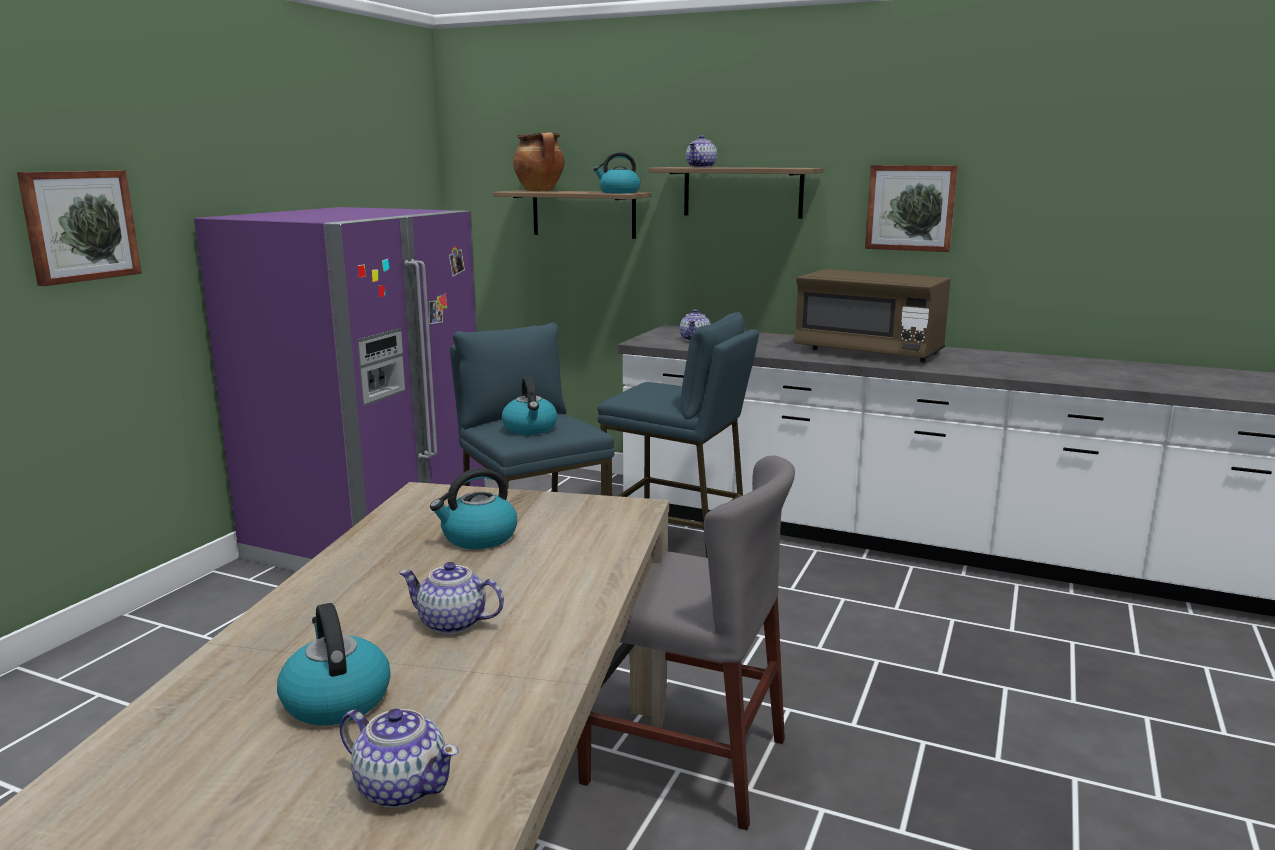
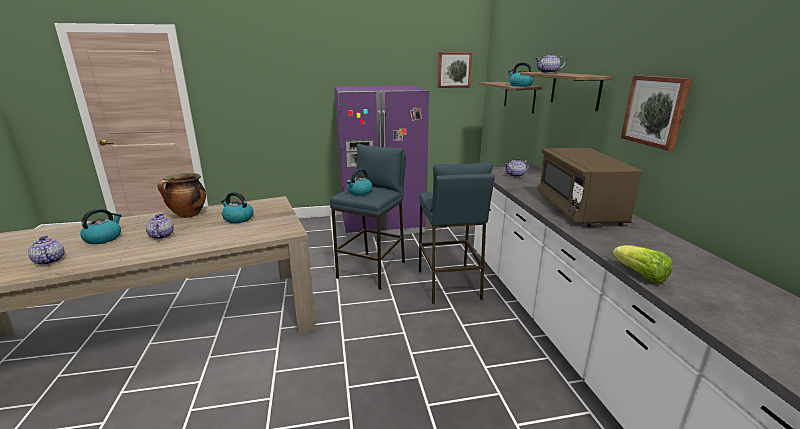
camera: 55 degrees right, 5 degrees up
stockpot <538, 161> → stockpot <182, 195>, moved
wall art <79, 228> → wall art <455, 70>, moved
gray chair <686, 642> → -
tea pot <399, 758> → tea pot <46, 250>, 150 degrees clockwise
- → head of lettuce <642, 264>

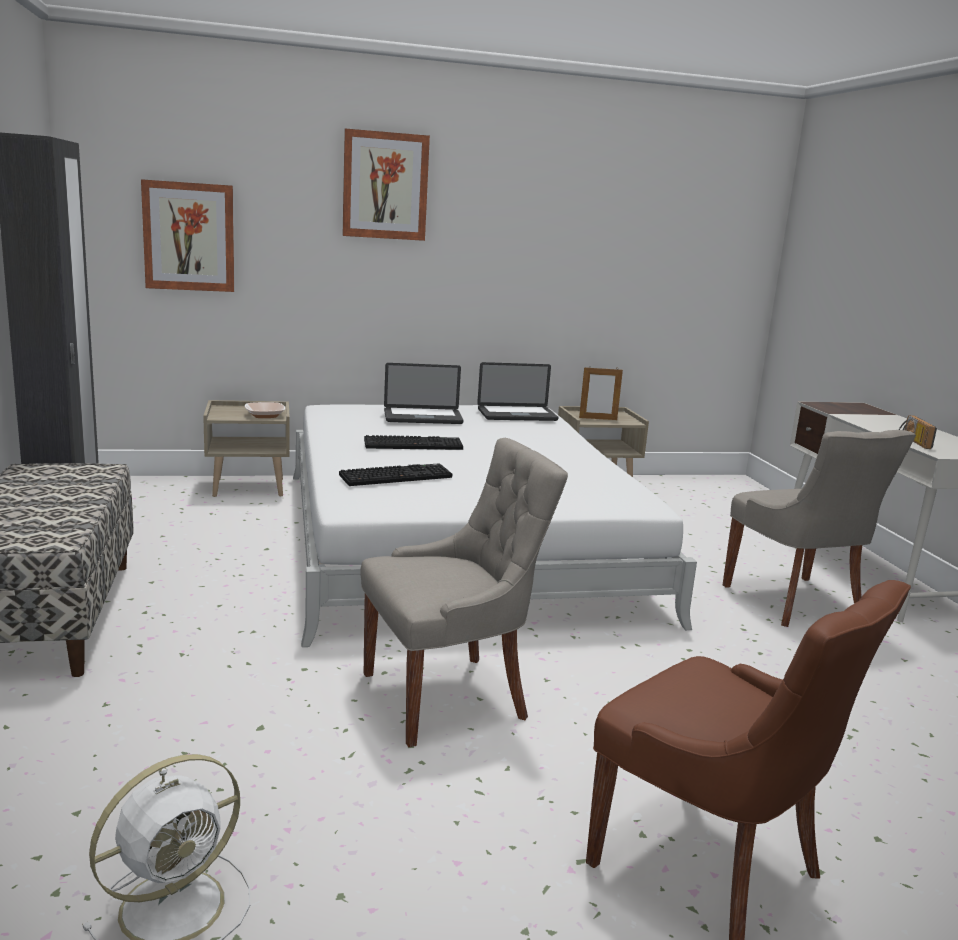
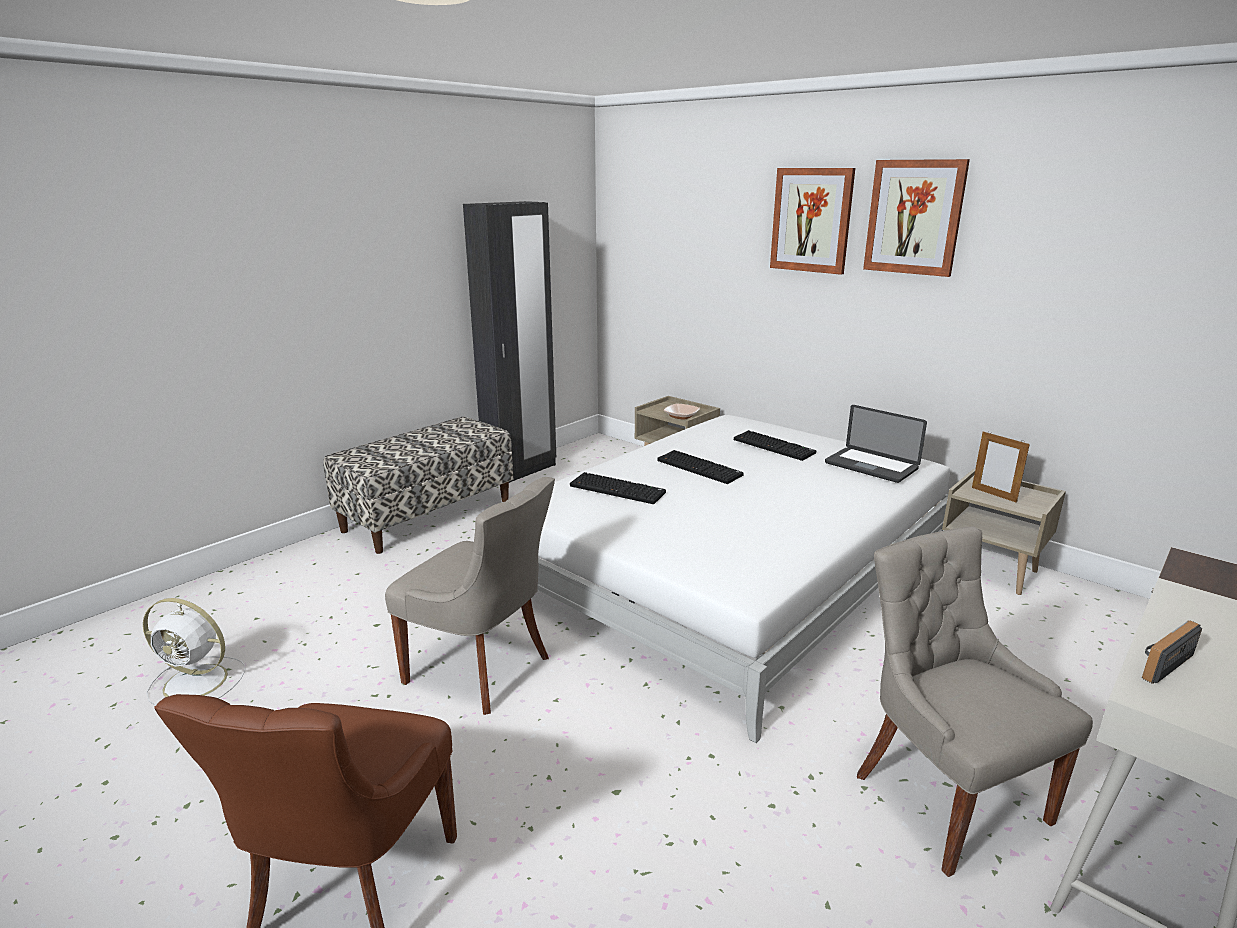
camera: 55 degrees right, 5 degrees up
wall art <187, 235> → wall art <916, 218>, moved
notebook computer <424, 393> → computer keyboard <775, 445>
gray chair <819, 528> → gray chair <975, 701>, 120 degrees clockwise

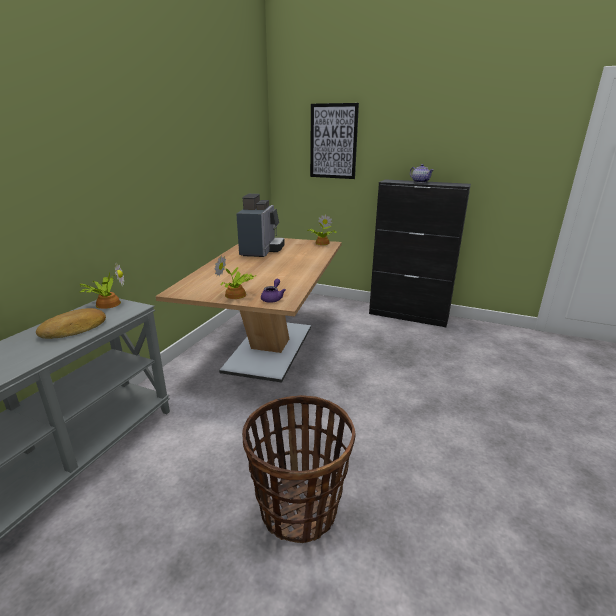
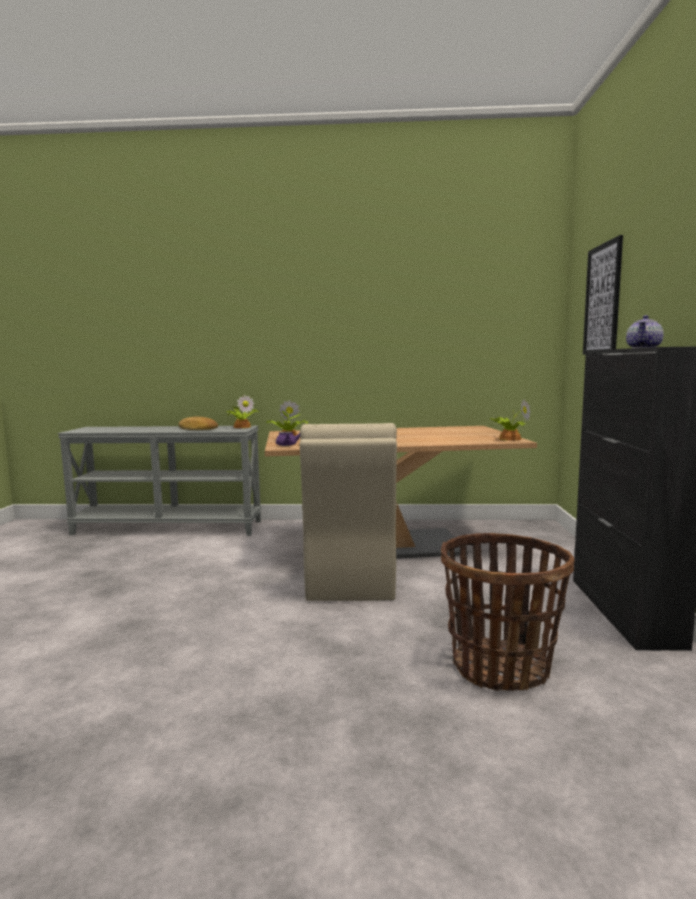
camera: 70 degrees right, 15 degrees down
coffee machine <260, 225> → -
basket <299, 469> → basket <507, 612>, moved
- → beige chair <348, 512>

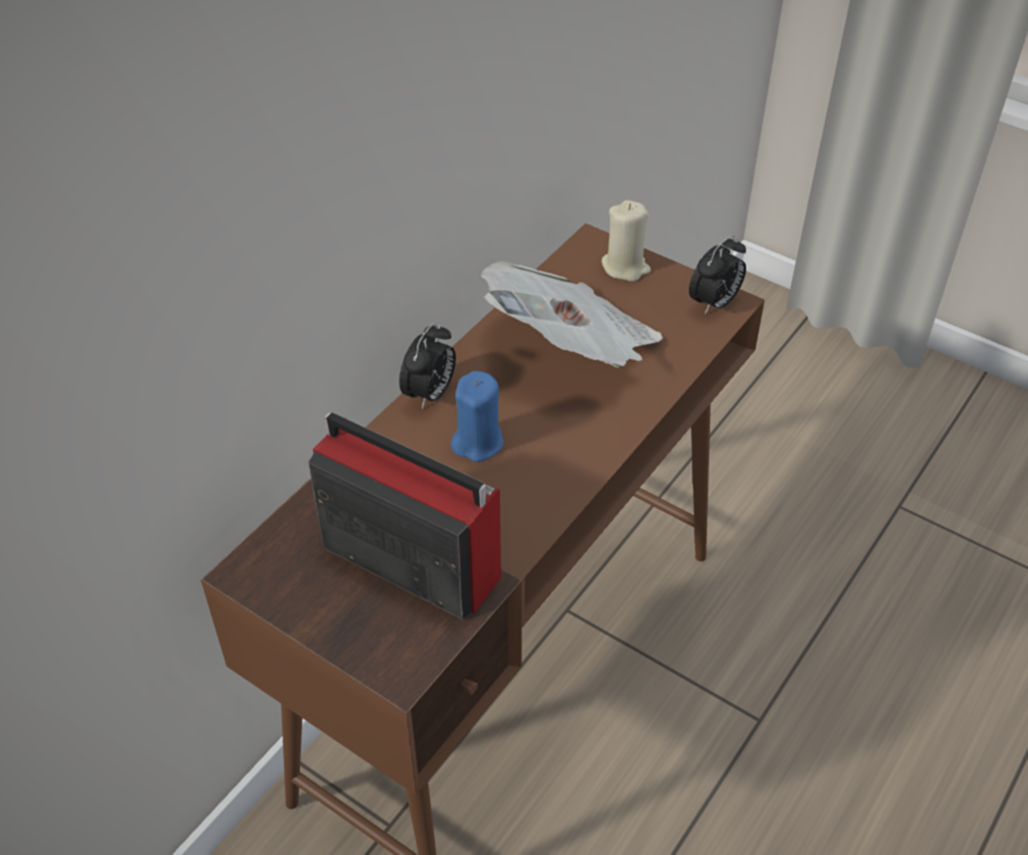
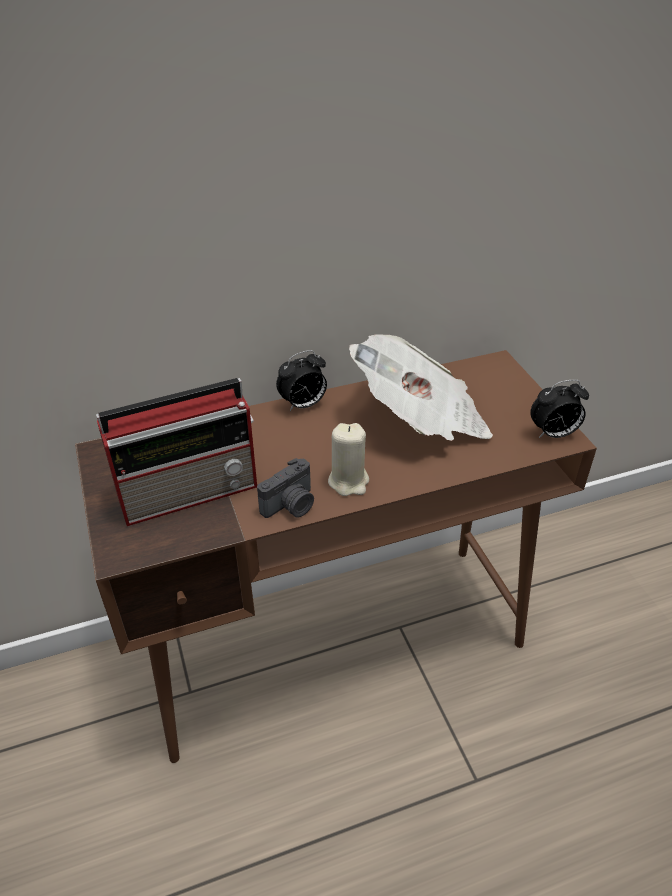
camera: 35 degrees right, 5 degrees down
beige candle <626, 240> → beige candle <348, 459>, moved
blue-coloured candle <477, 416> → -
radio receiver <404, 516> → radio receiver <176, 452>, 90 degrees clockwise
- → still camera <285, 488>

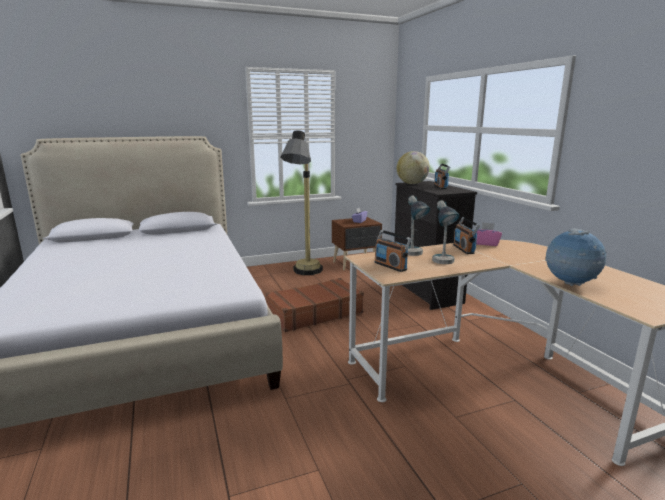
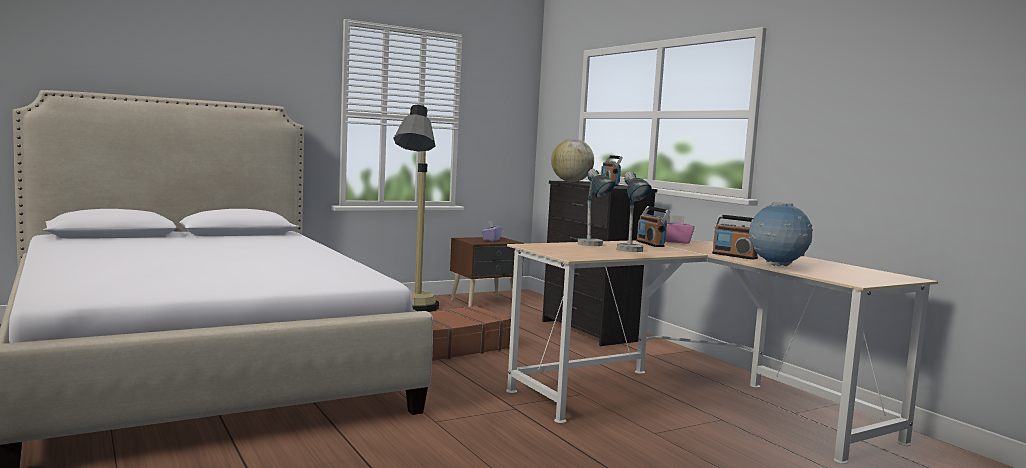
camera: 10 degrees left, 10 degrees down
radio receiver <393, 251> → radio receiver <735, 237>, moved

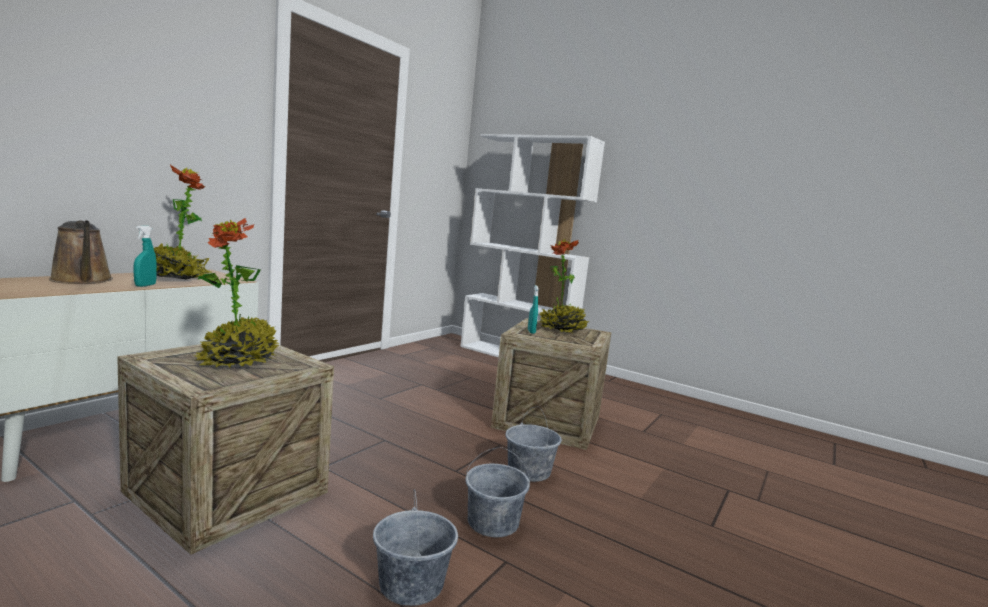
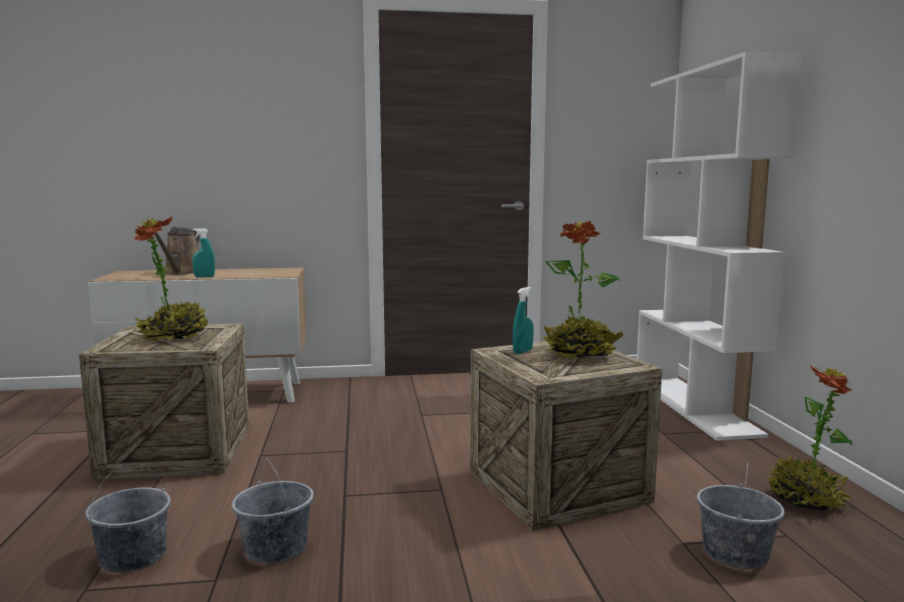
camera: 50 degrees right, 0 degrees up
potted plant <182, 222> → potted plant <810, 438>, moved
gray water bucket <533, 444> → gray water bucket <740, 515>, moved

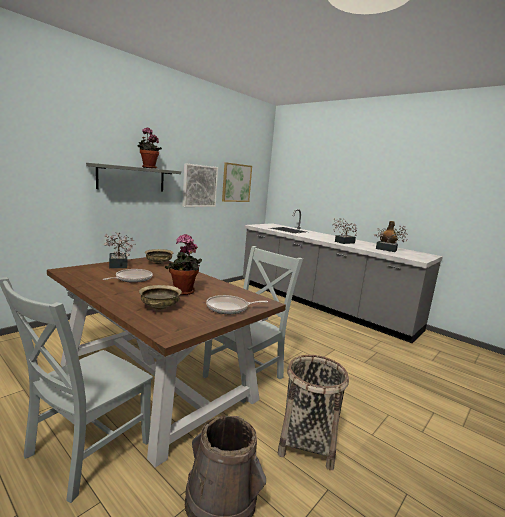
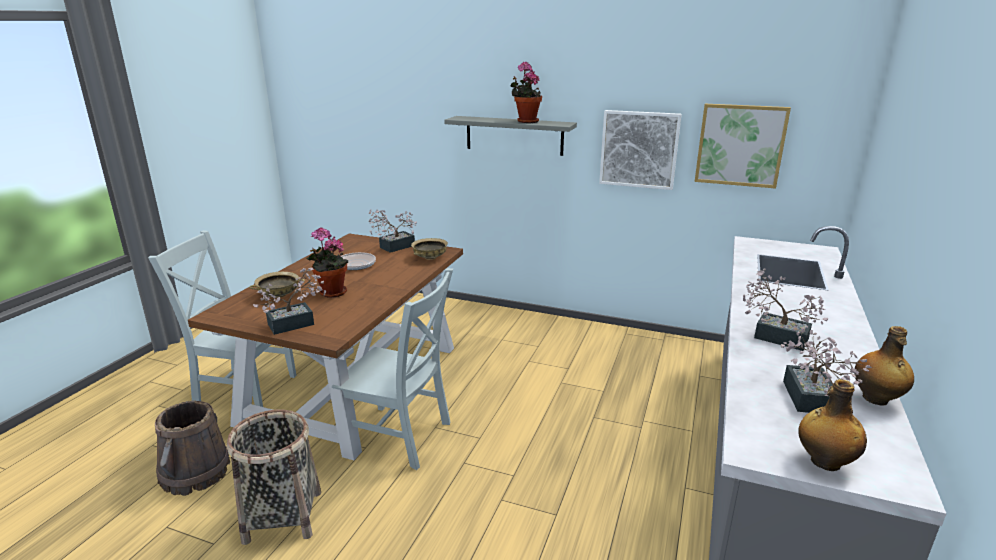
camera: 70 degrees right, 10 degrees up
frying pan <237, 304> → potted plant <289, 301>
- → beverage bottle <832, 425>

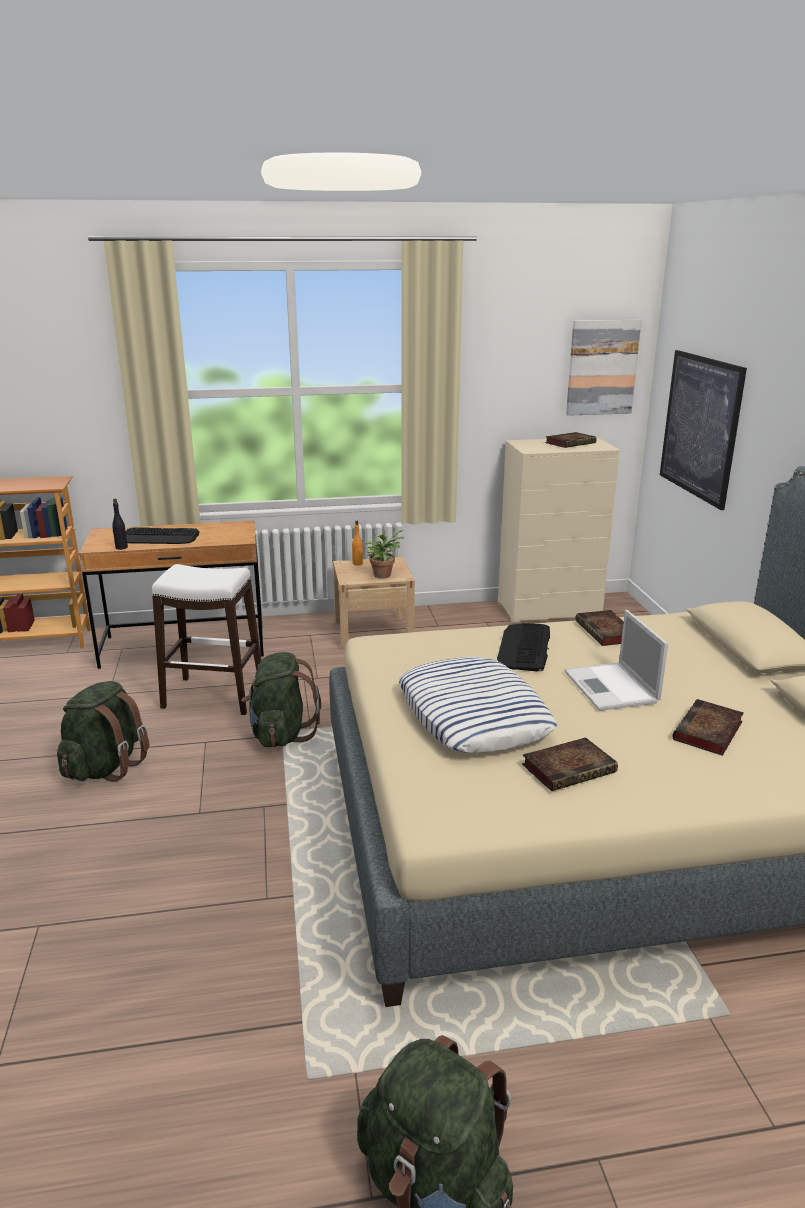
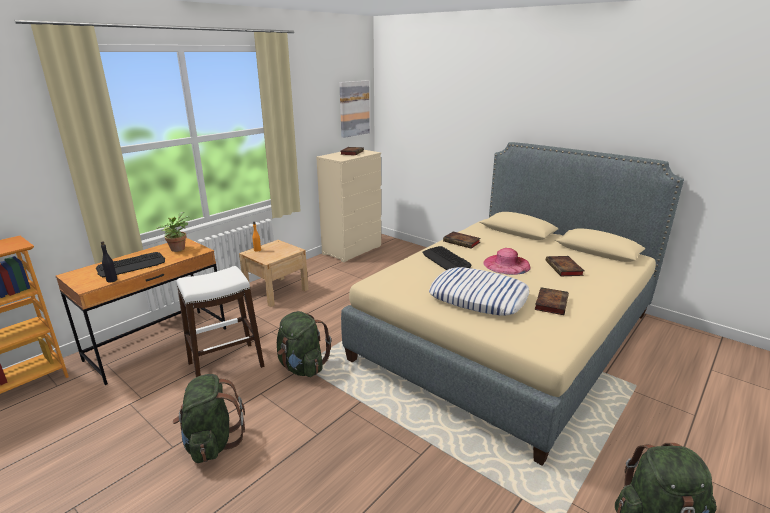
camera: 40 degrees left, 0 degrees up
wall art <703, 430> → -
potted plant <384, 554> → potted plant <172, 232>, moved
notebook computer <616, 660> → pink wearable hat <506, 261>

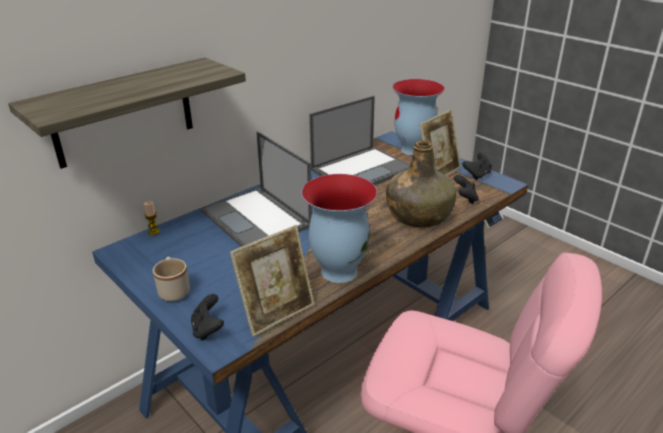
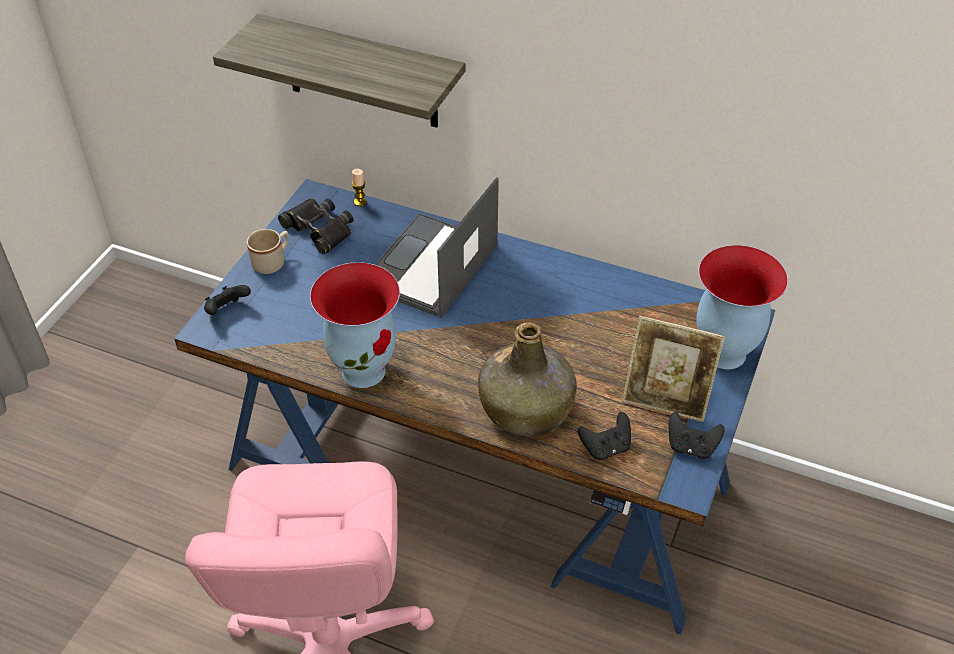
camera: 65 degrees right, 15 degrees up
notebook computer <359, 140> → -
photo frame <272, 281> → -
- → black pair of binoculars <315, 226>

